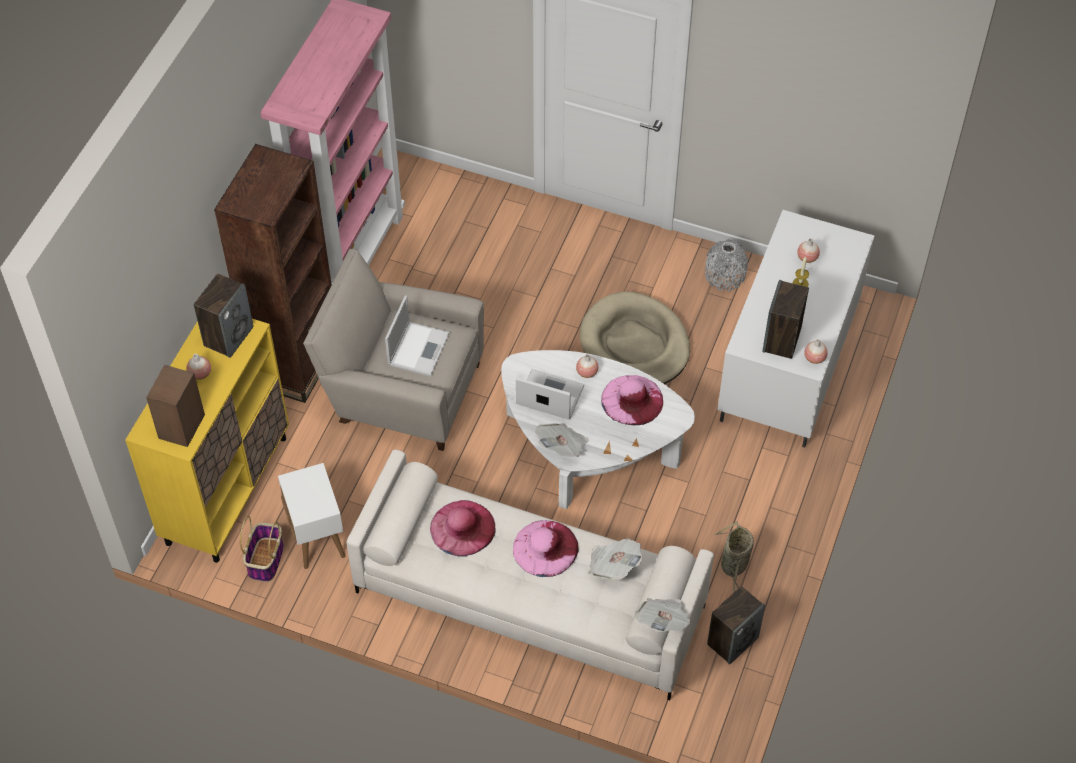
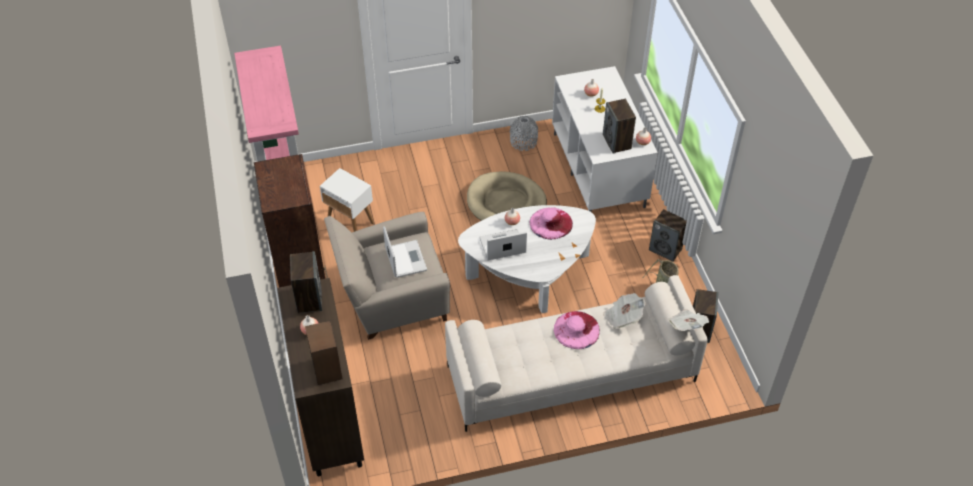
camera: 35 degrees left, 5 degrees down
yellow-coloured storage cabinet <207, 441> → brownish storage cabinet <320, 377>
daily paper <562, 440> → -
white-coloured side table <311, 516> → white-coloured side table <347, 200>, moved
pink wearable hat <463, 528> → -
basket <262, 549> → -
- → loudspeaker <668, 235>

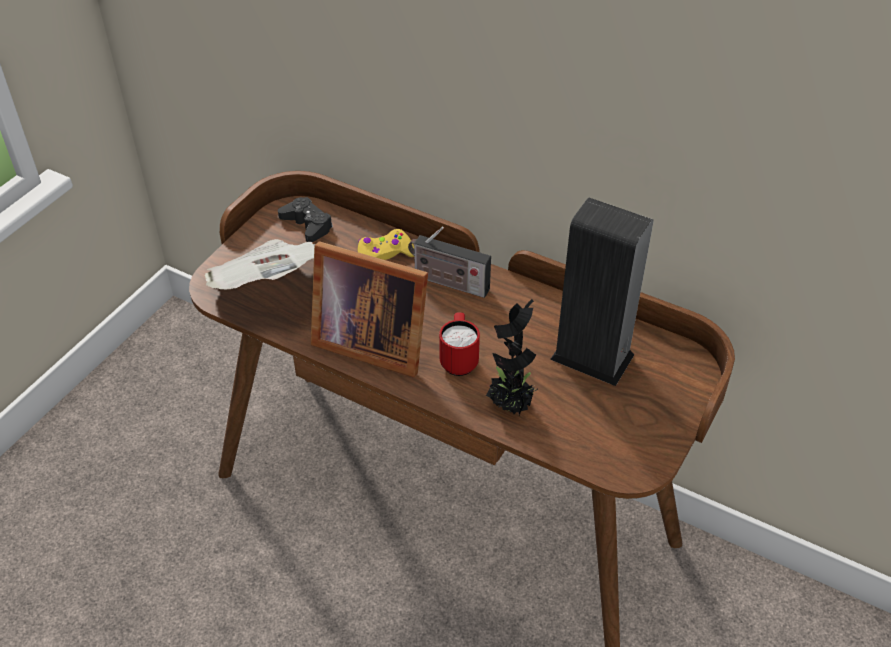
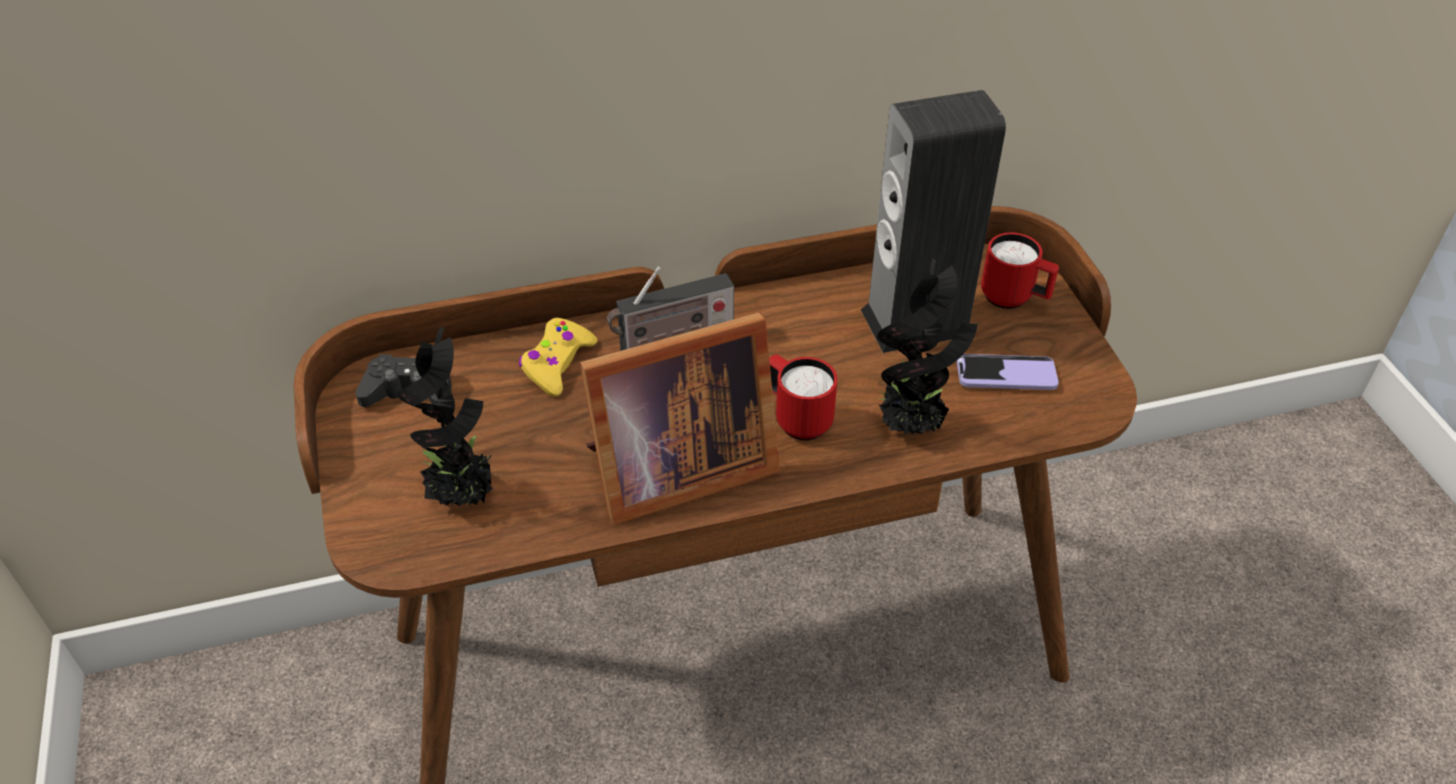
camera: 45 degrees left, 0 degrees up
daily paper <260, 264> → potted plant <445, 416>
- → reddish mug <1020, 270>
- → telephone <1008, 372>

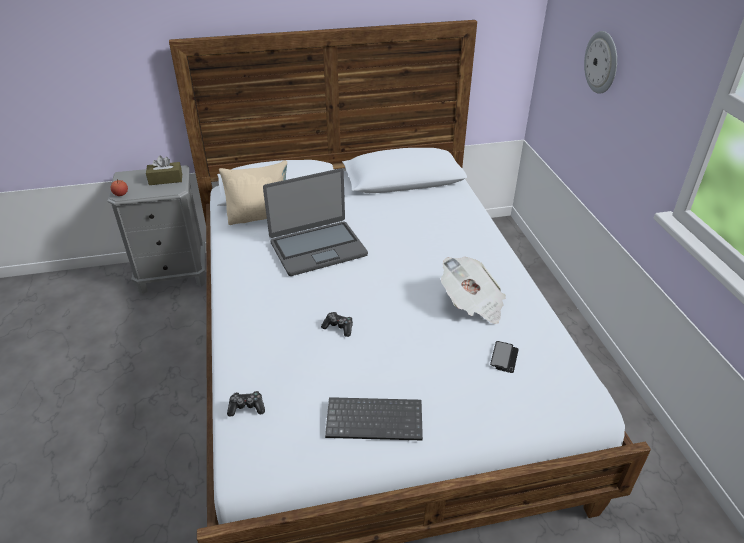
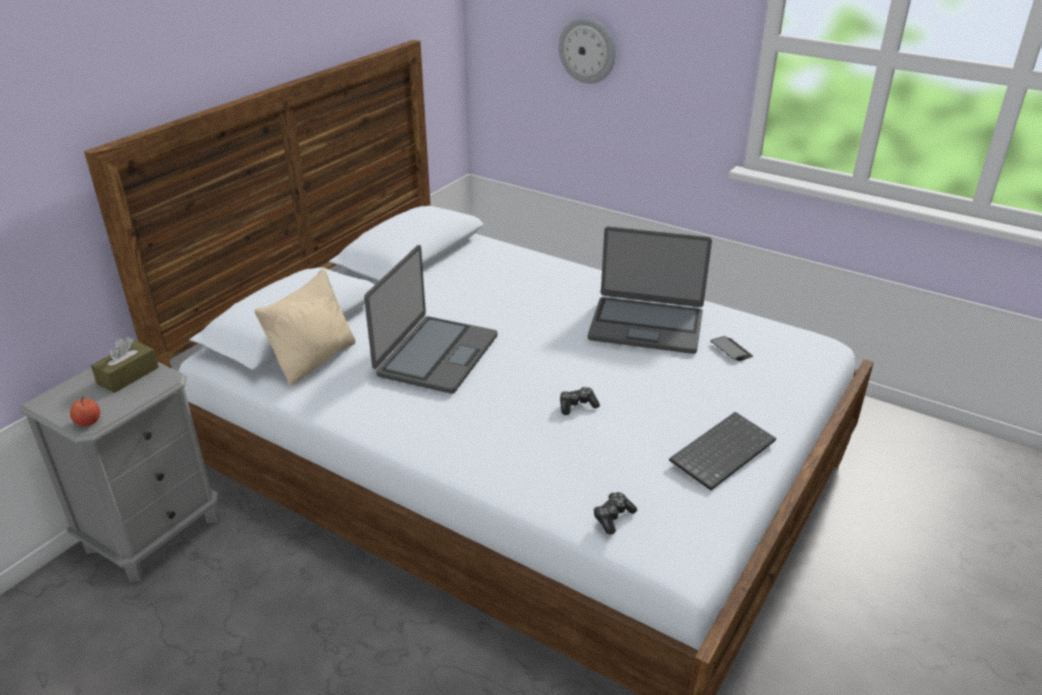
camera: 45 degrees left, 5 degrees down
daily paper <473, 290> → notebook computer <650, 290>

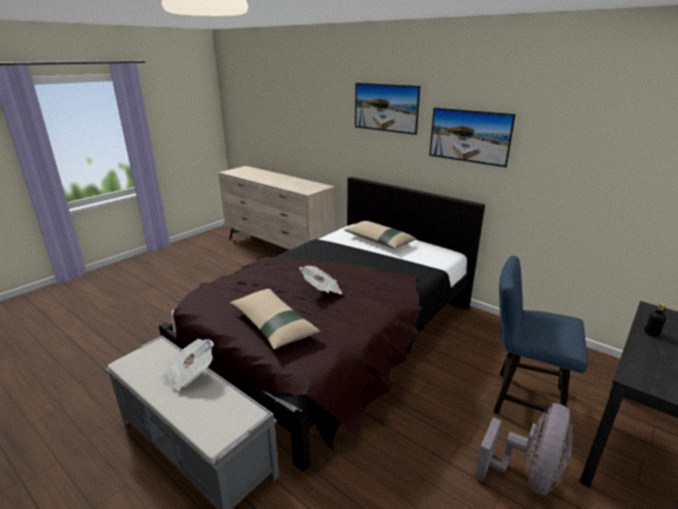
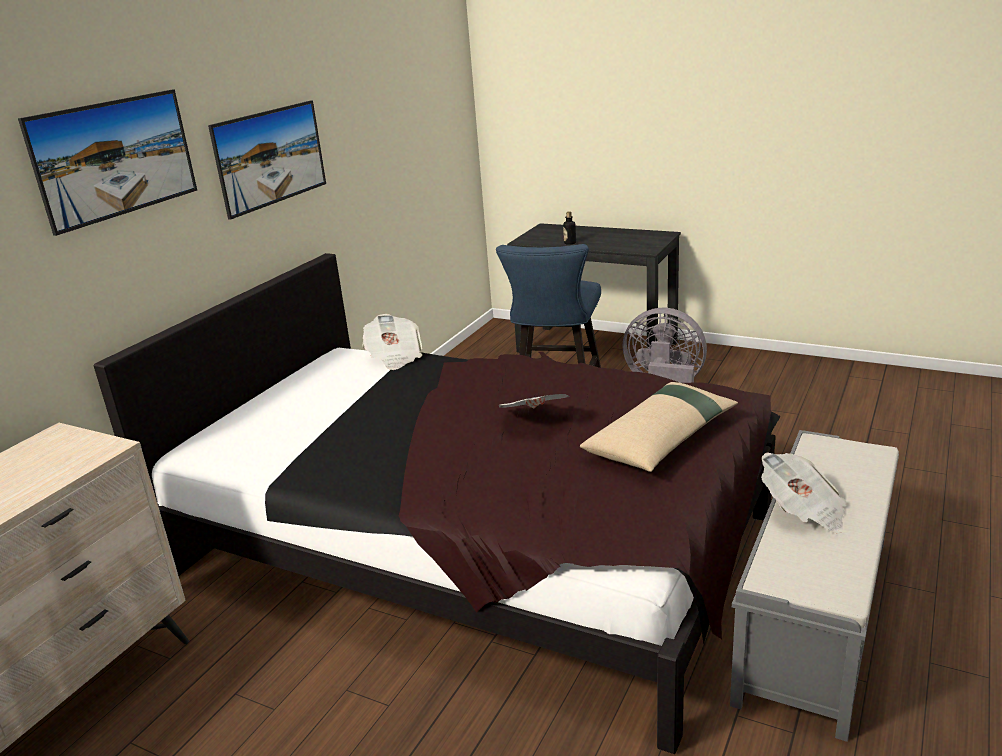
camera: 100 degrees left, 0 degrees up
beige pillow <380, 235> → -
- → daily paper <392, 342>

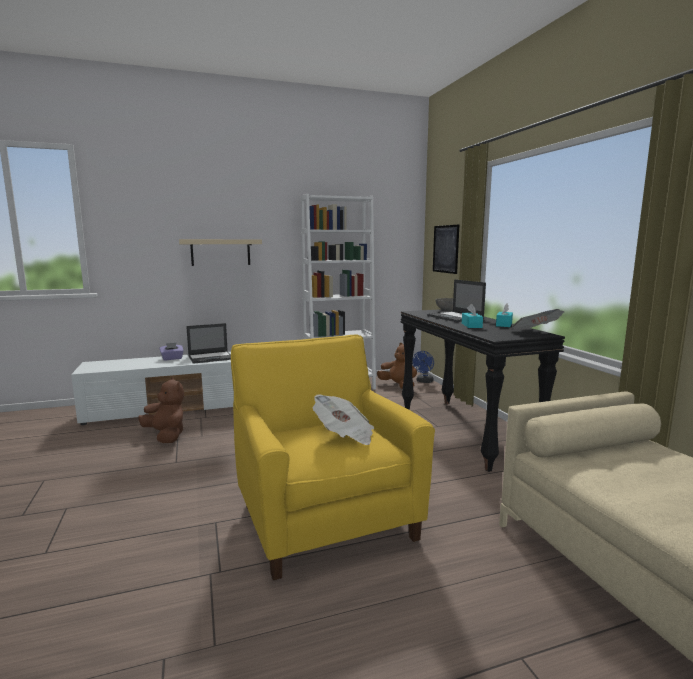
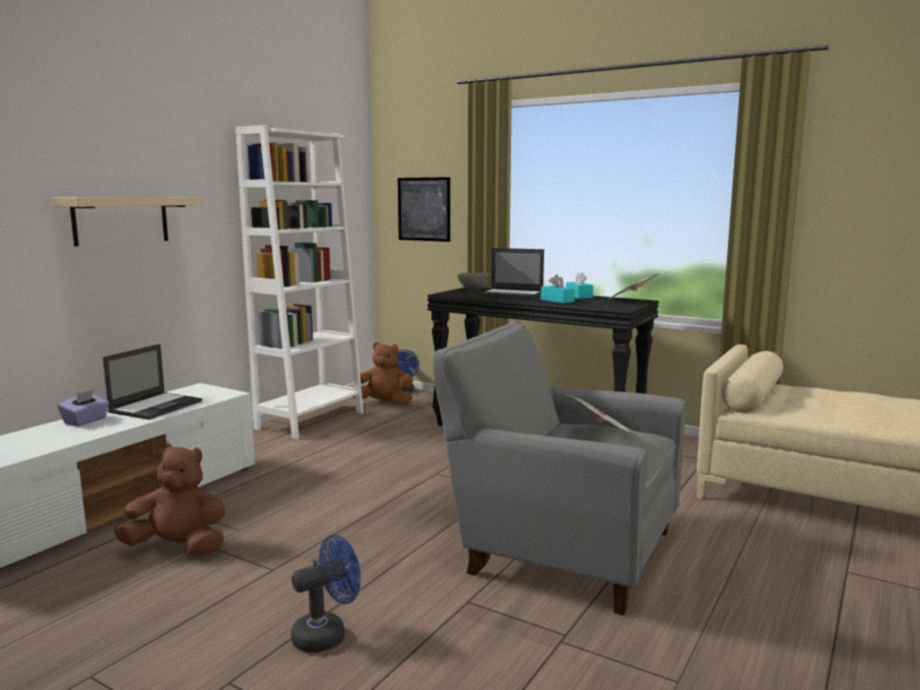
camera: 40 degrees left, 0 degrees up
yellow-coloured armchair <333, 457> → gray armchair <560, 469>
- → blue-coloured electric fan <326, 593>

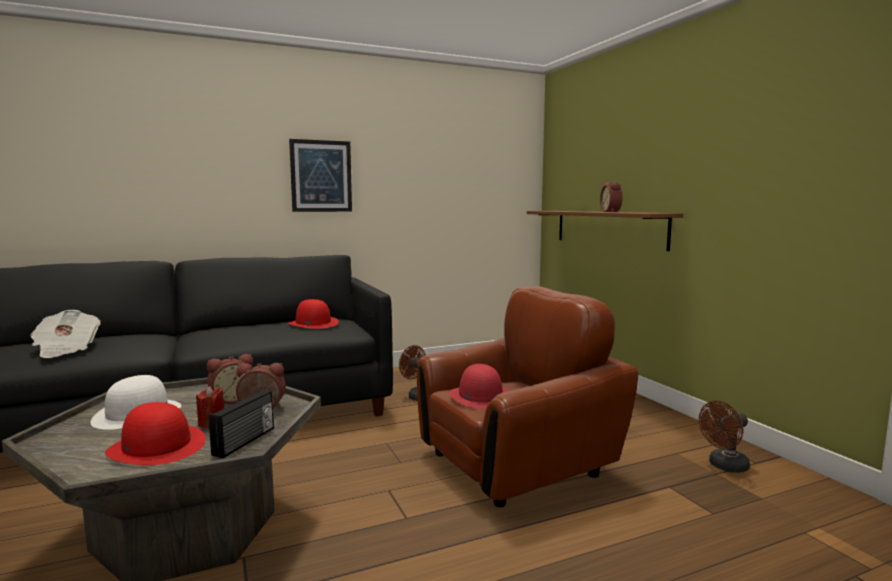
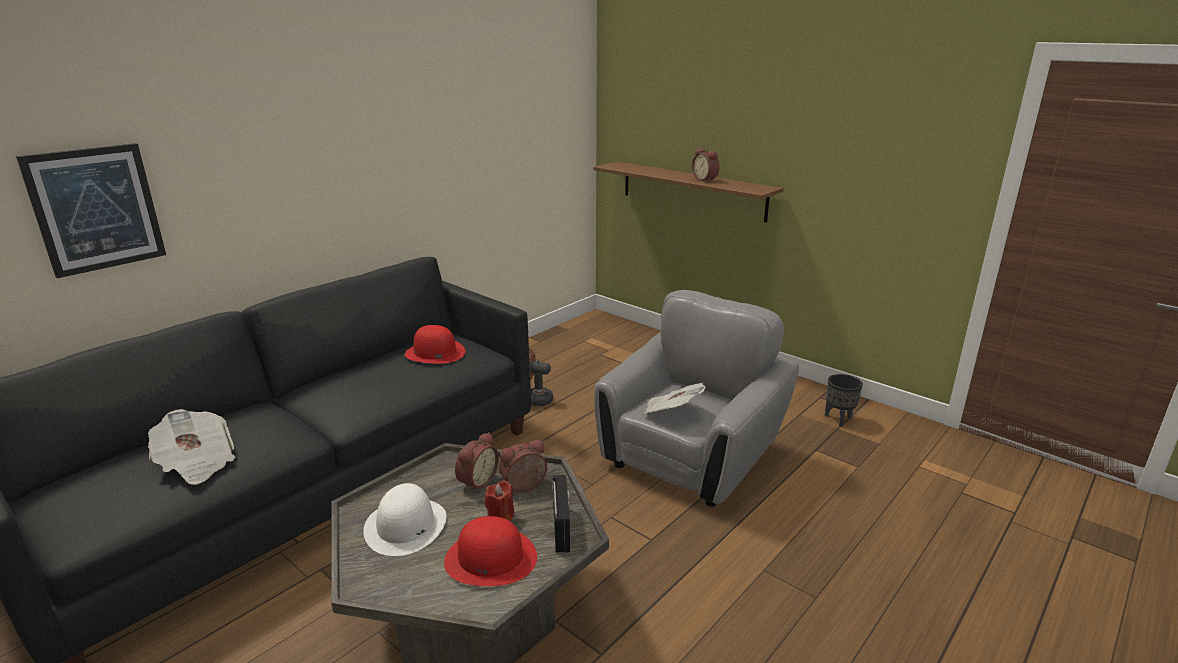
camera: 25 degrees left, 15 degrees up
wall art <320, 175> → wall art <91, 210>, moved
brownish armchair <527, 396> → gray armchair <696, 398>
reddish wearable hat <479, 386> → daily paper <675, 397>
brownish electric fan <724, 437> → black flower pot <844, 400>

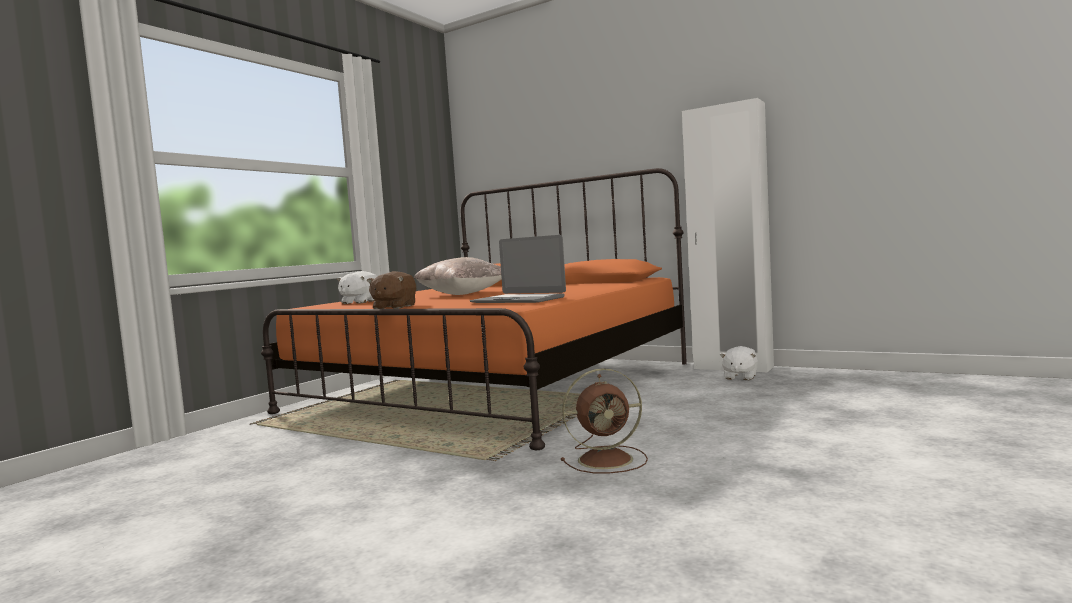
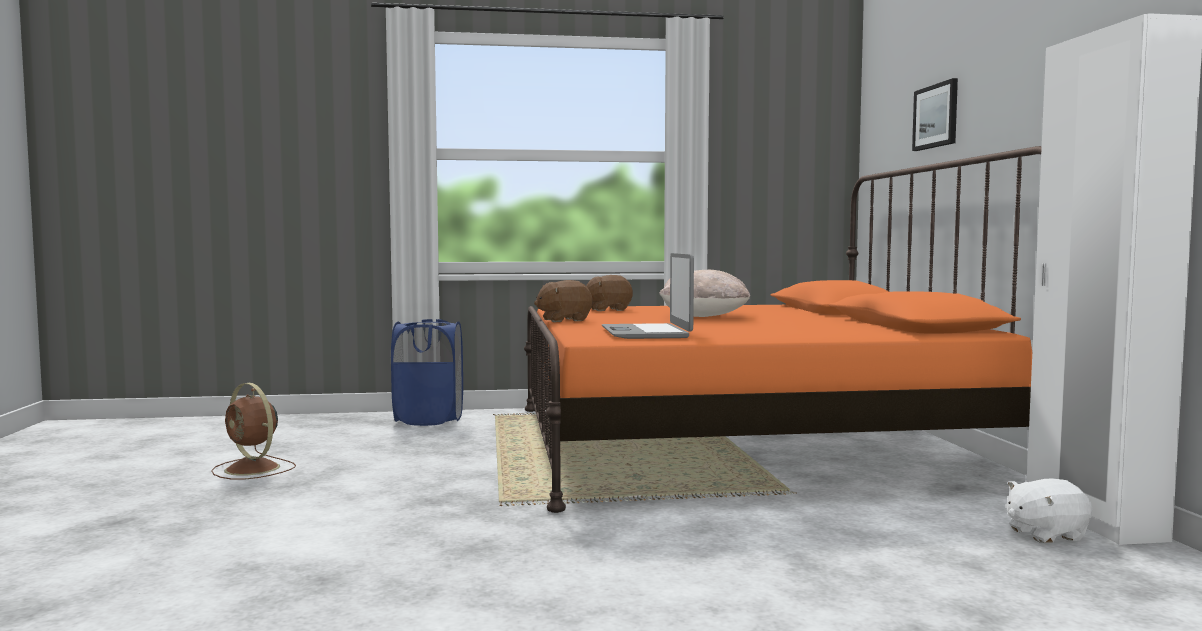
camera: 50 degrees right, 0 degrees up
white-coloured plush toy <357, 287> → brownish plush toy <609, 293>
brownish electric fan <604, 420> → brownish electric fan <253, 431>, moved
- → wall art <935, 114>
- → blue-coloured laundry basket <427, 372>

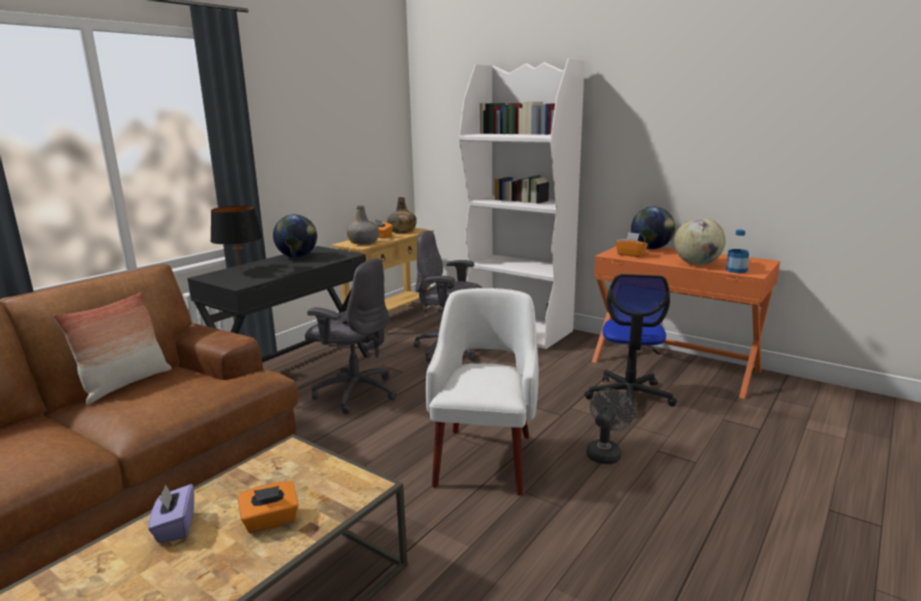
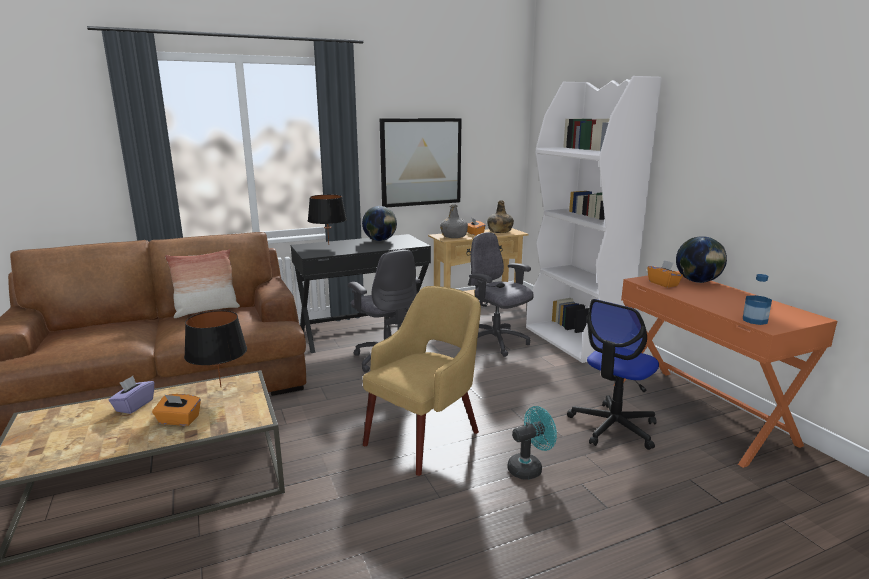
camera: 30 degrees right, 0 degrees up
desk globe <700, 241> → -
white-coloured armchair <482, 392> → yellow-coloured armchair <422, 381>
gray electric fan <610, 426> → turquoise-coloured electric fan <532, 443>
- → wall art <421, 162>
- → black tabletop lamp <215, 348>

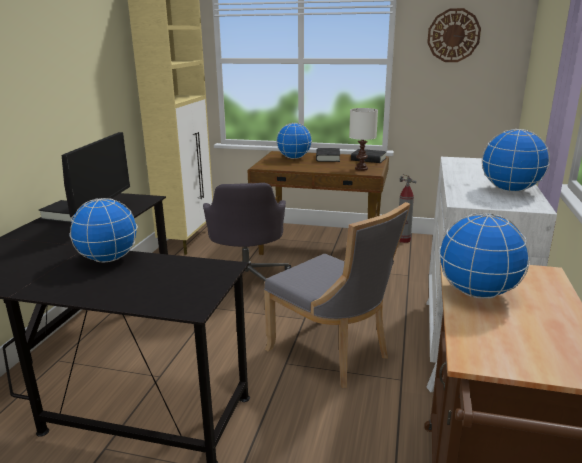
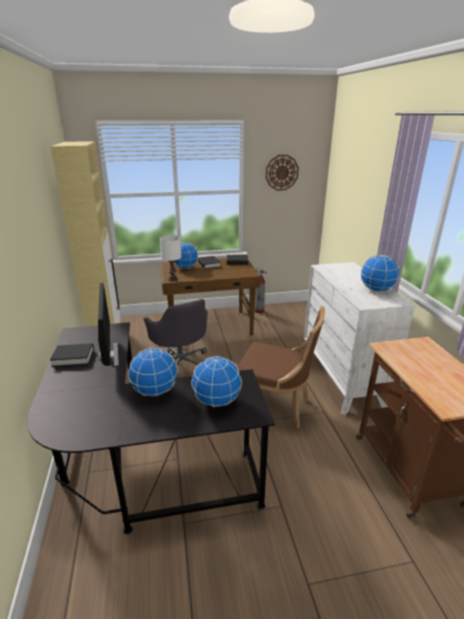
camera: 25 degrees left, 5 degrees up
white-coloured tabletop lamp <363, 139> → white-coloured tabletop lamp <170, 258>, moved
gray chair <337, 295> → brownish chair <281, 367>
desk globe <484, 256> → desk globe <216, 381>, moved

